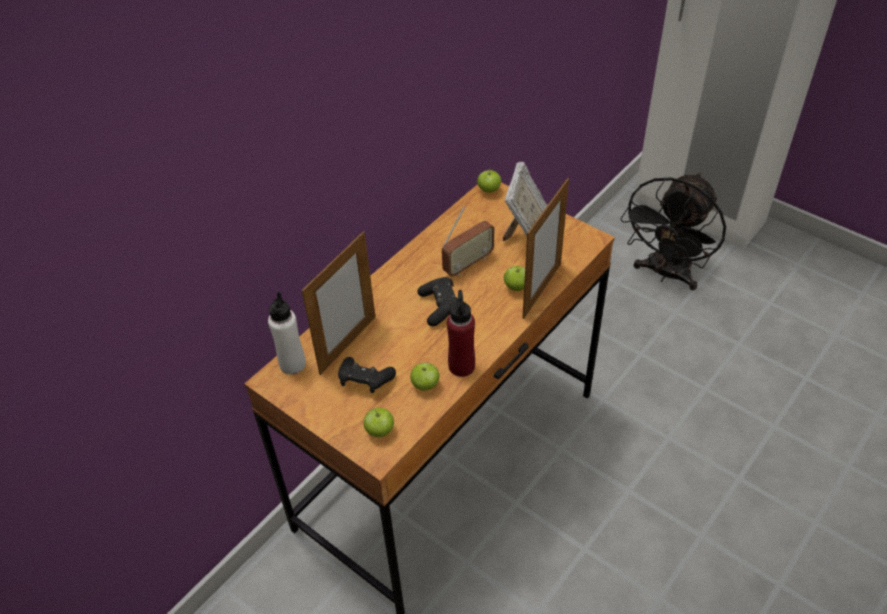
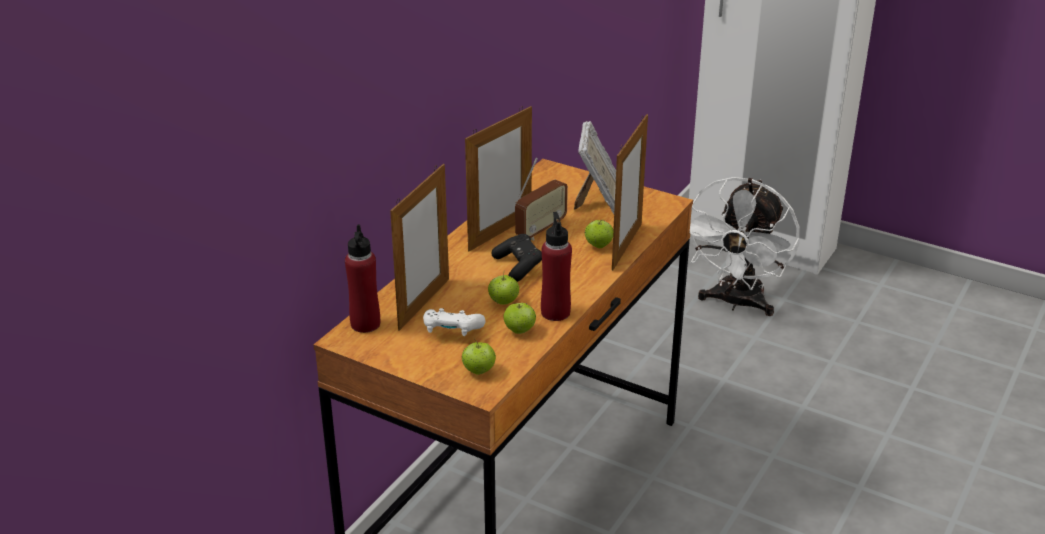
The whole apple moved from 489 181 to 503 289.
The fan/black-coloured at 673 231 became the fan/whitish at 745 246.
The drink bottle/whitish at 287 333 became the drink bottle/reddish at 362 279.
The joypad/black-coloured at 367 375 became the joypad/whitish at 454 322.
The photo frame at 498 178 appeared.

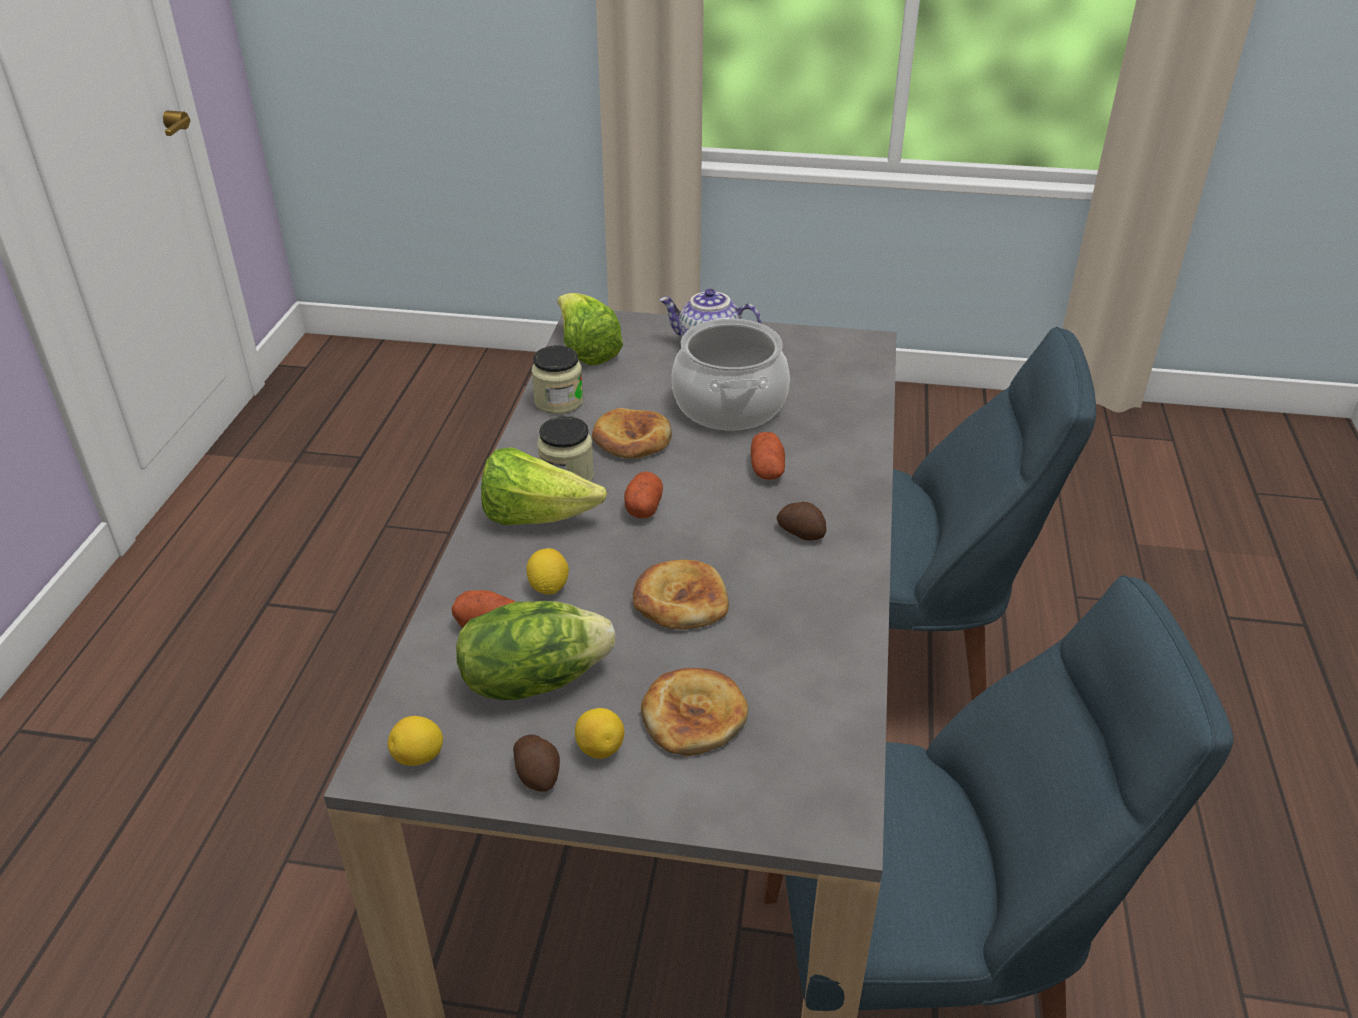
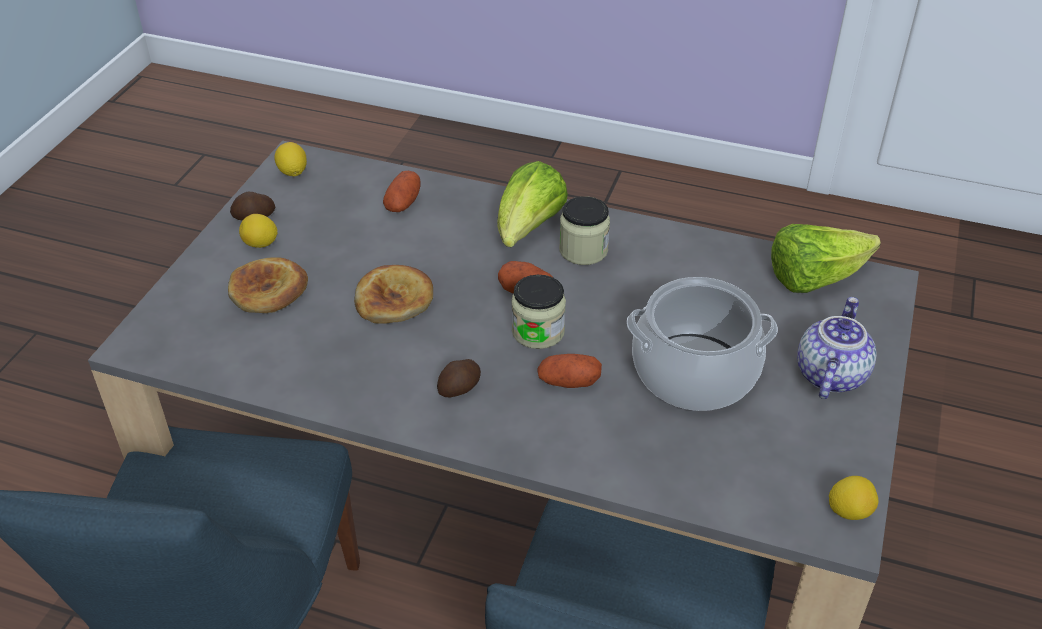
The jar moved from 557 379 to 538 312.
The bread at 632 433 disappeared.
The whole lemon moved from 547 571 to 854 498.
The lettuce at 535 650 disappeared.

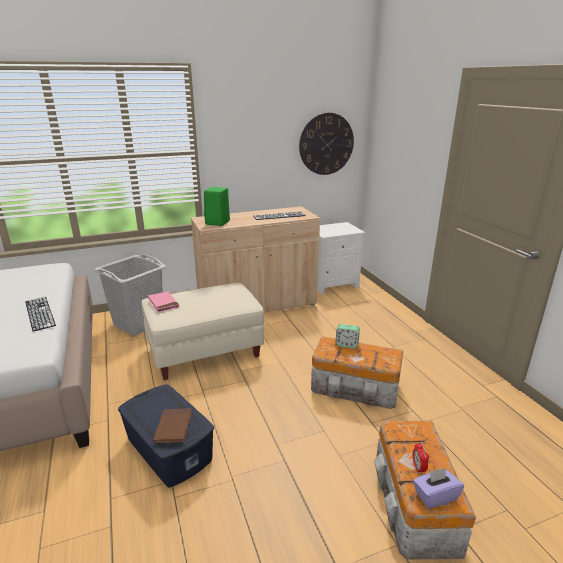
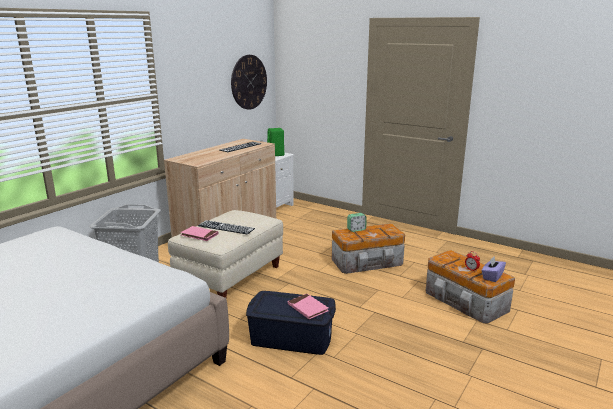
The audio speaker/greenish moved from 217 206 to 275 142.
The computer keyboard moved from 40 314 to 226 227.
The bound book/brown at 172 425 became the bound book/pink-coloured at 308 306.

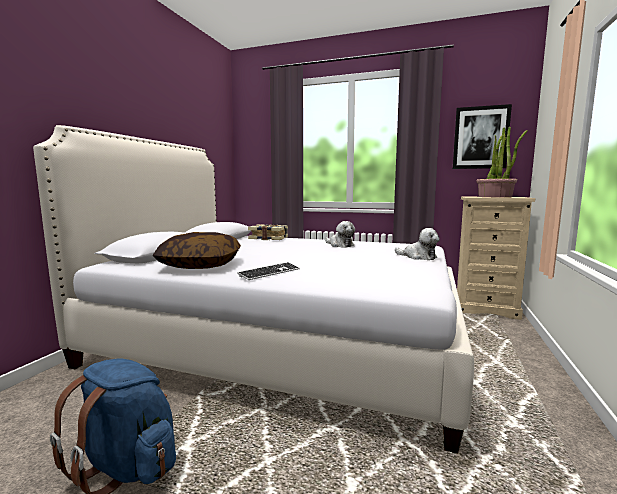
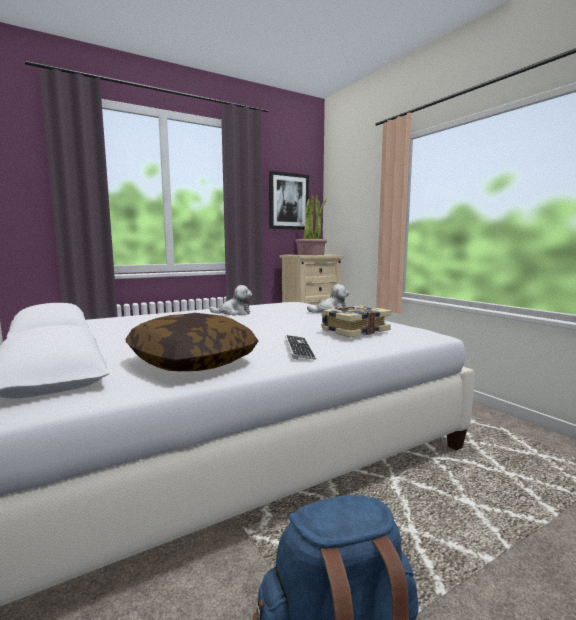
The bound book moved from 268 232 to 356 321.

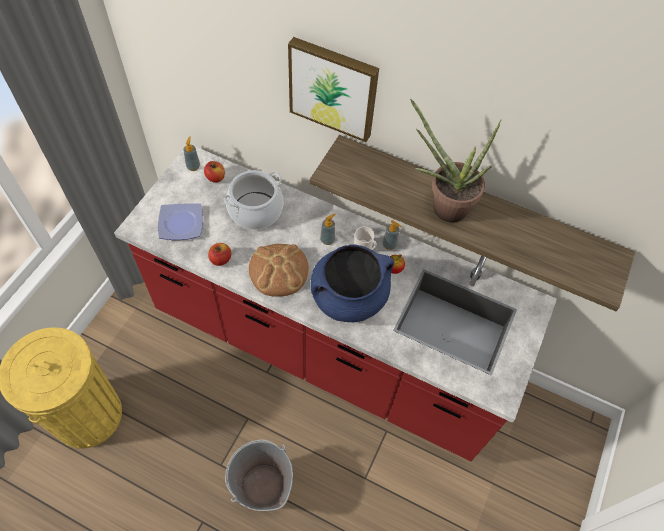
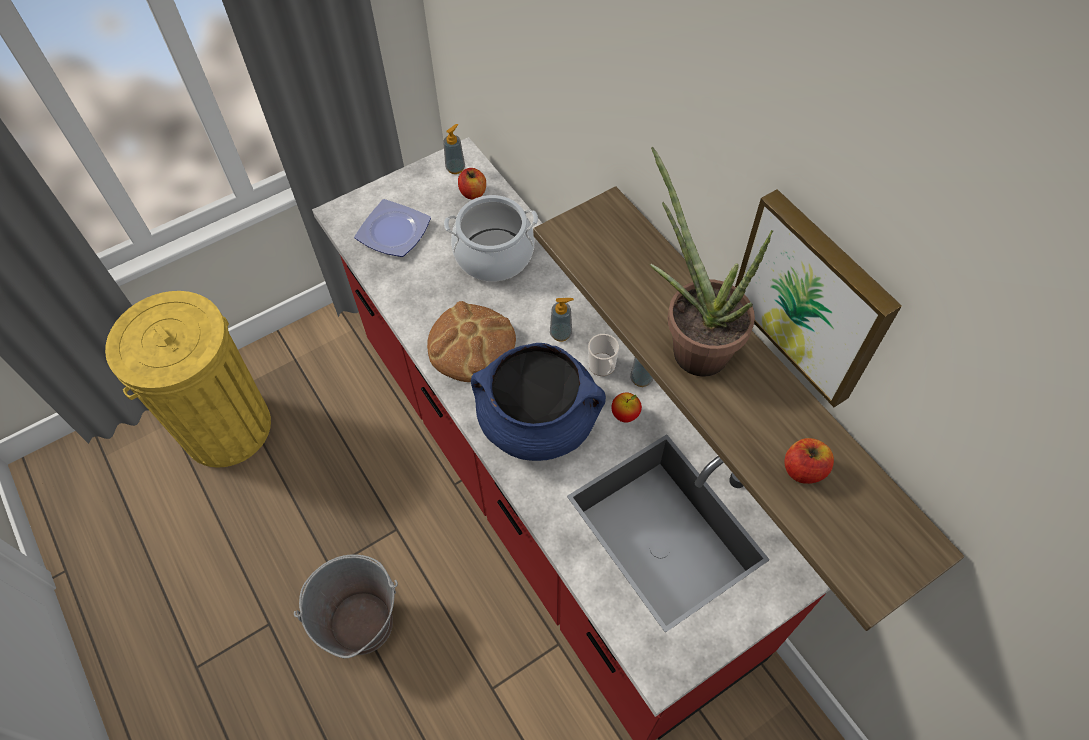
The picture moved from 333 89 to 818 298.
The whole apple moved from 219 254 to 809 461.

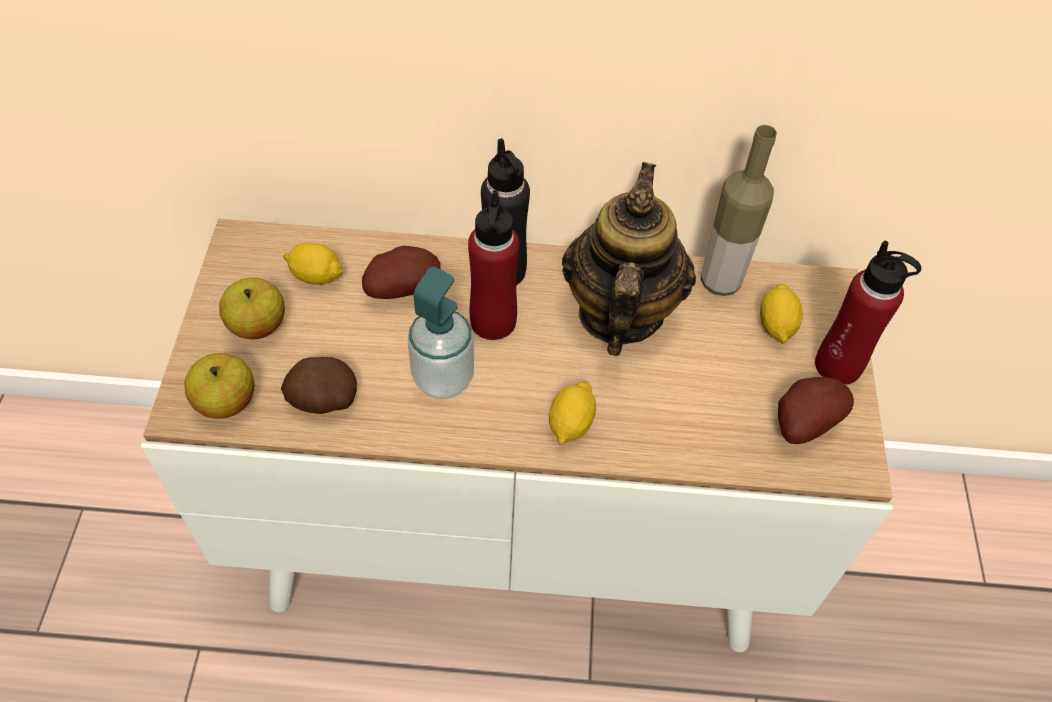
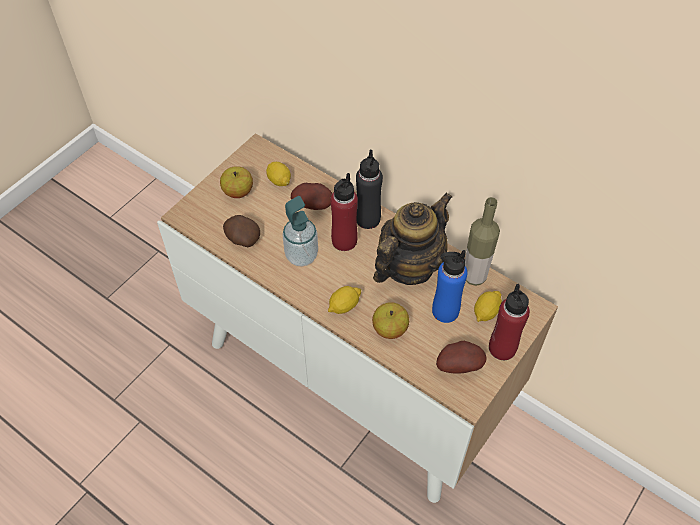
The whole apple moved from 219 386 to 390 320.
The drink bottle/blue-coloured at 449 286 appeared.

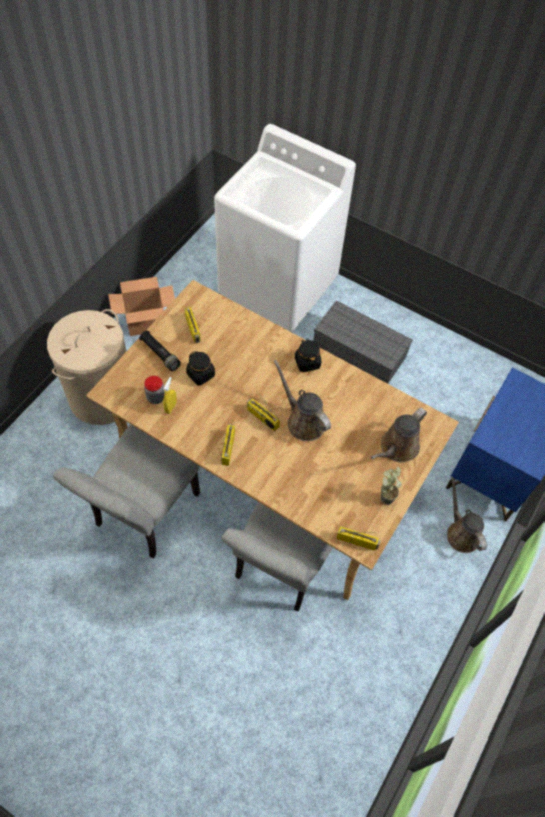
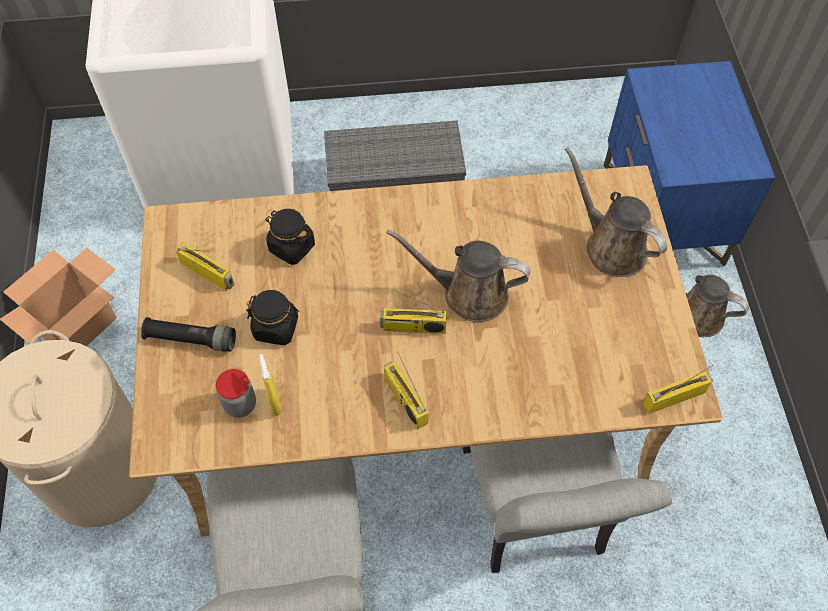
The jar/black-coloured moved from 308 355 to 290 237.
The watering can/brown at 399 435 turned 135 degrees clockwise.
The potted plant at 391 486 disappeared.

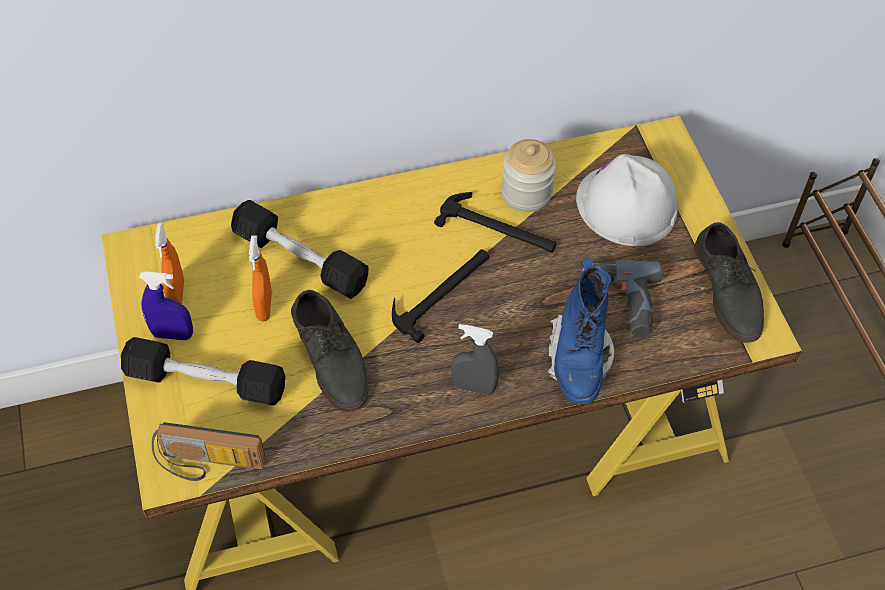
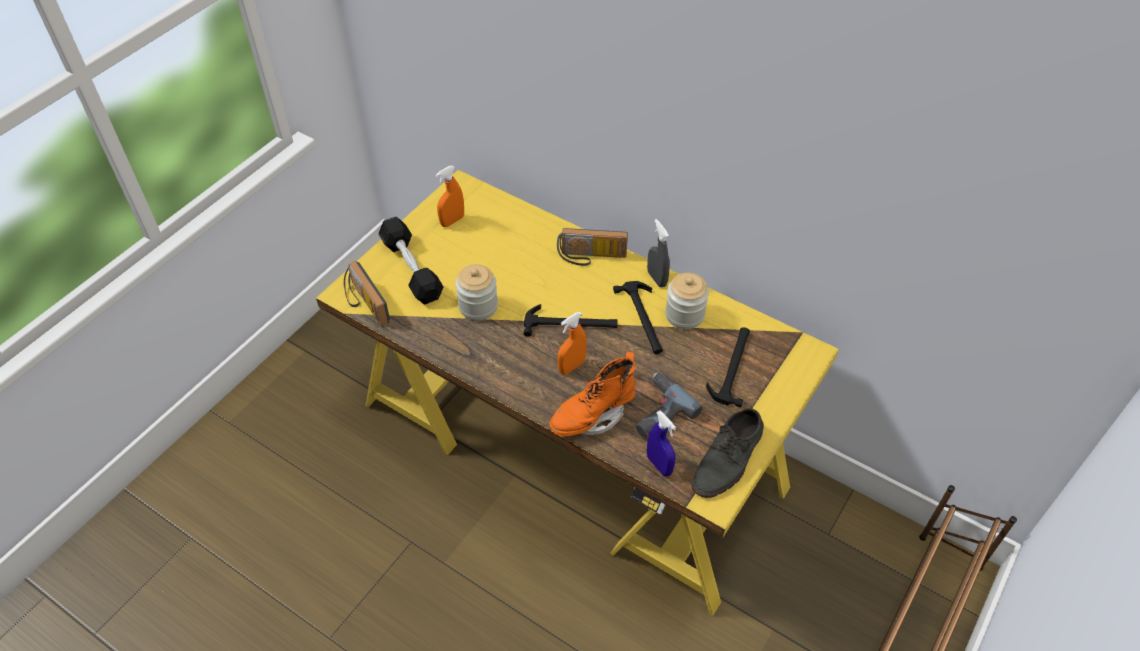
The work helmet/whitish at 627 200 was replaced by the hand hammer at 728 367.
The free weight/black-coloured at 300 249 disappeared.
The hand sprayer/orangey moved from 260 278 to 572 343.
The high-top boot/blue-coloured at 581 331 became the high-top boot/orangey at 592 394.
The hand sprayer/blue-coloured moved from 166 306 to 661 443.
The item of footwear/grey at 329 351 was replaced by the jar at 476 292.
The hand sprayer/grey moved from 475 359 to 658 253.
The radio set at 592 247 appeared.

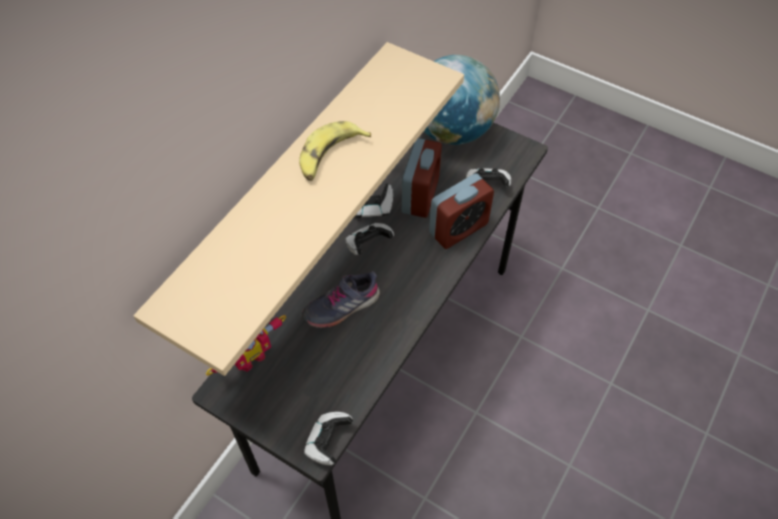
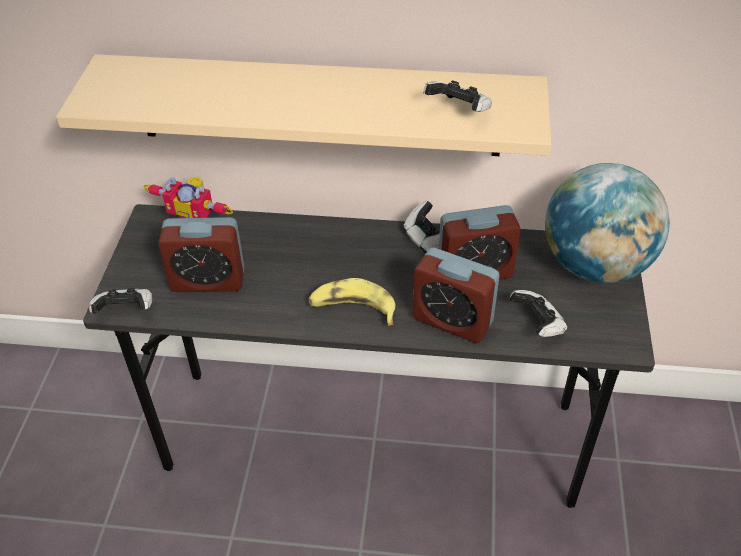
The banana fruit moved from 335 151 to 352 301.
The joypad moved from 369 239 to 457 96.
The item of footwear/grey at 341 299 disappeared.
The table clock at 201 254 appeared.

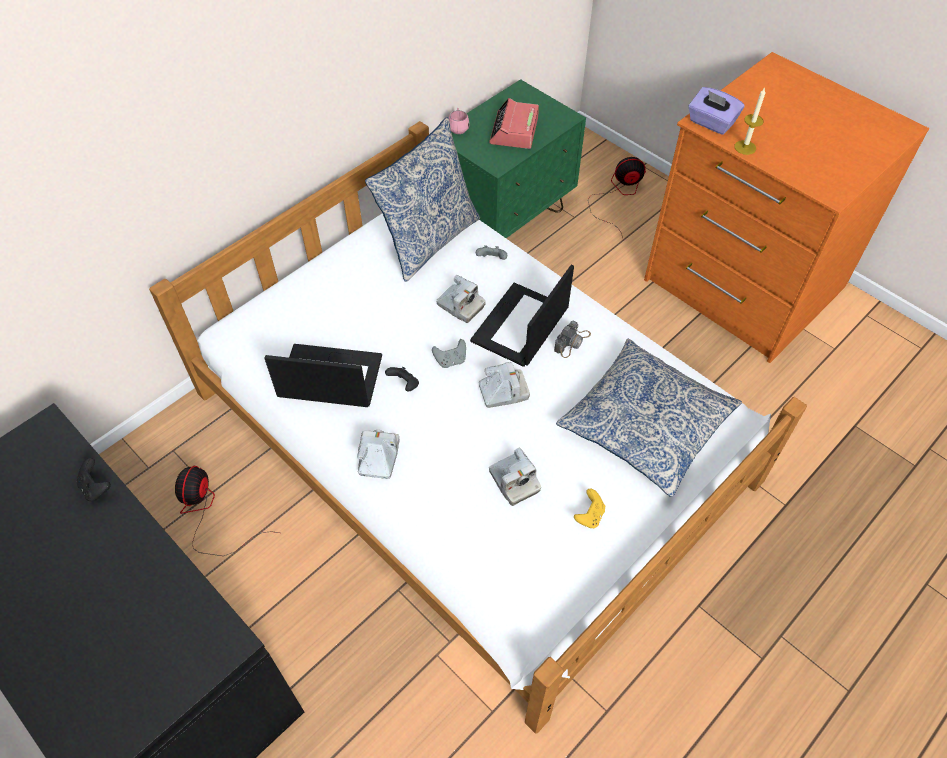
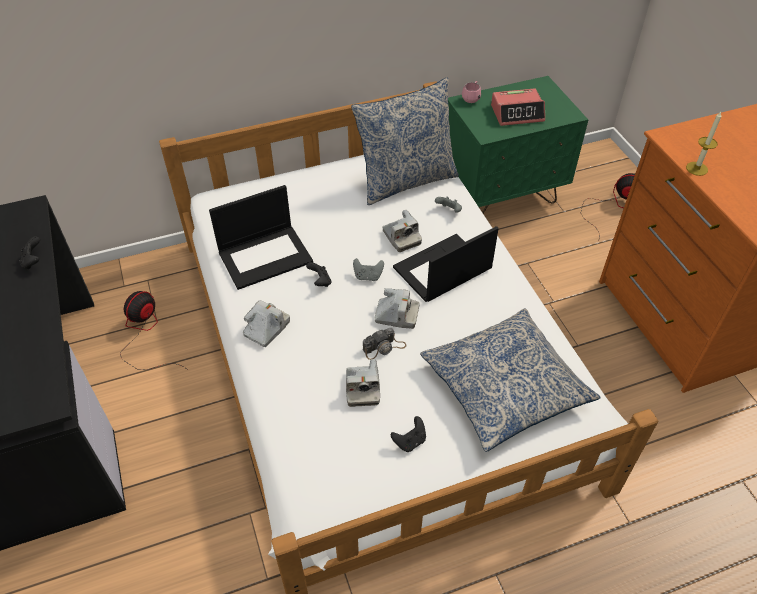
The box of tissues/purple at 717 111 disappeared.
The table clock at 514 123 turned 135 degrees counterclockwise.
The still camera moved from 572 339 to 385 344.
The laptop at 323 375 turned 120 degrees clockwise.
The joypad/yellow at 589 508 became the joypad/black-coloured at 408 434.

